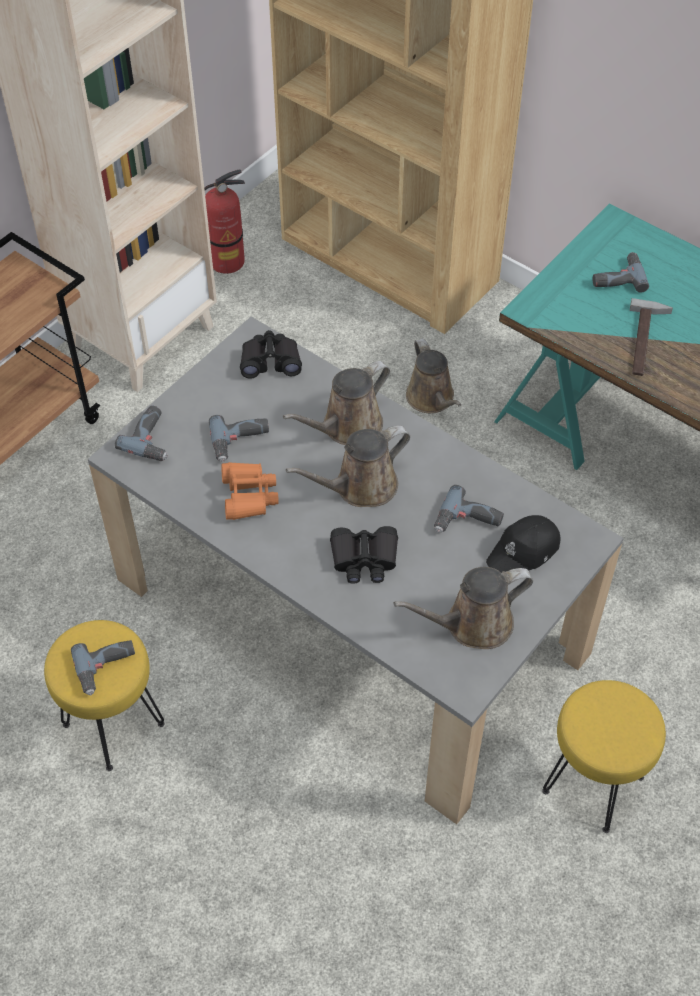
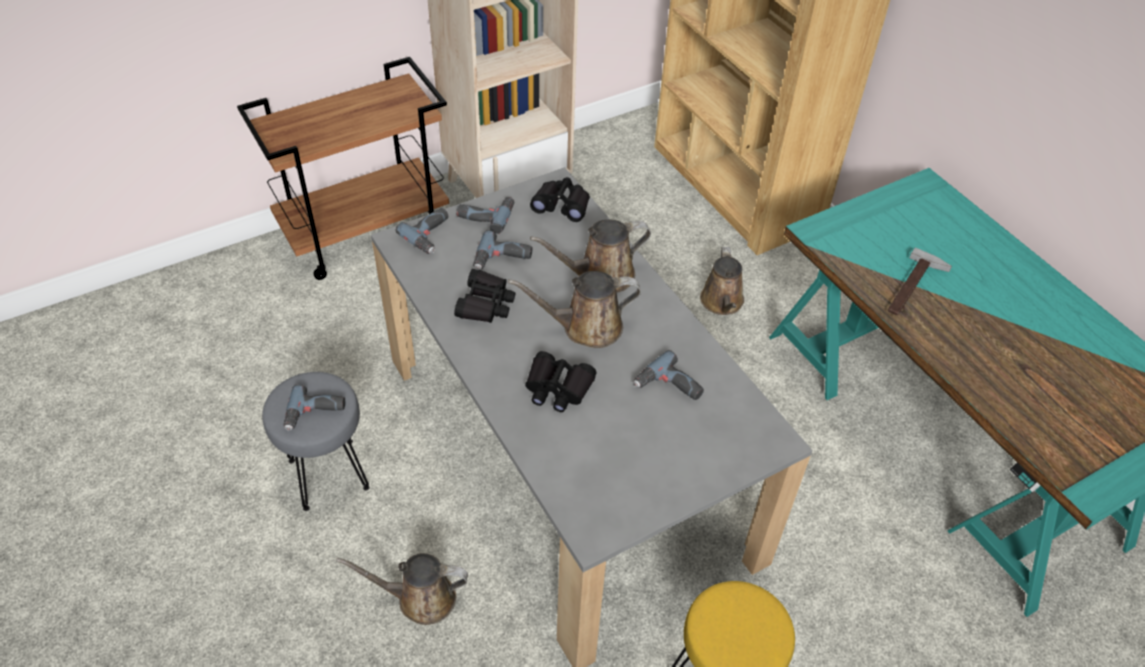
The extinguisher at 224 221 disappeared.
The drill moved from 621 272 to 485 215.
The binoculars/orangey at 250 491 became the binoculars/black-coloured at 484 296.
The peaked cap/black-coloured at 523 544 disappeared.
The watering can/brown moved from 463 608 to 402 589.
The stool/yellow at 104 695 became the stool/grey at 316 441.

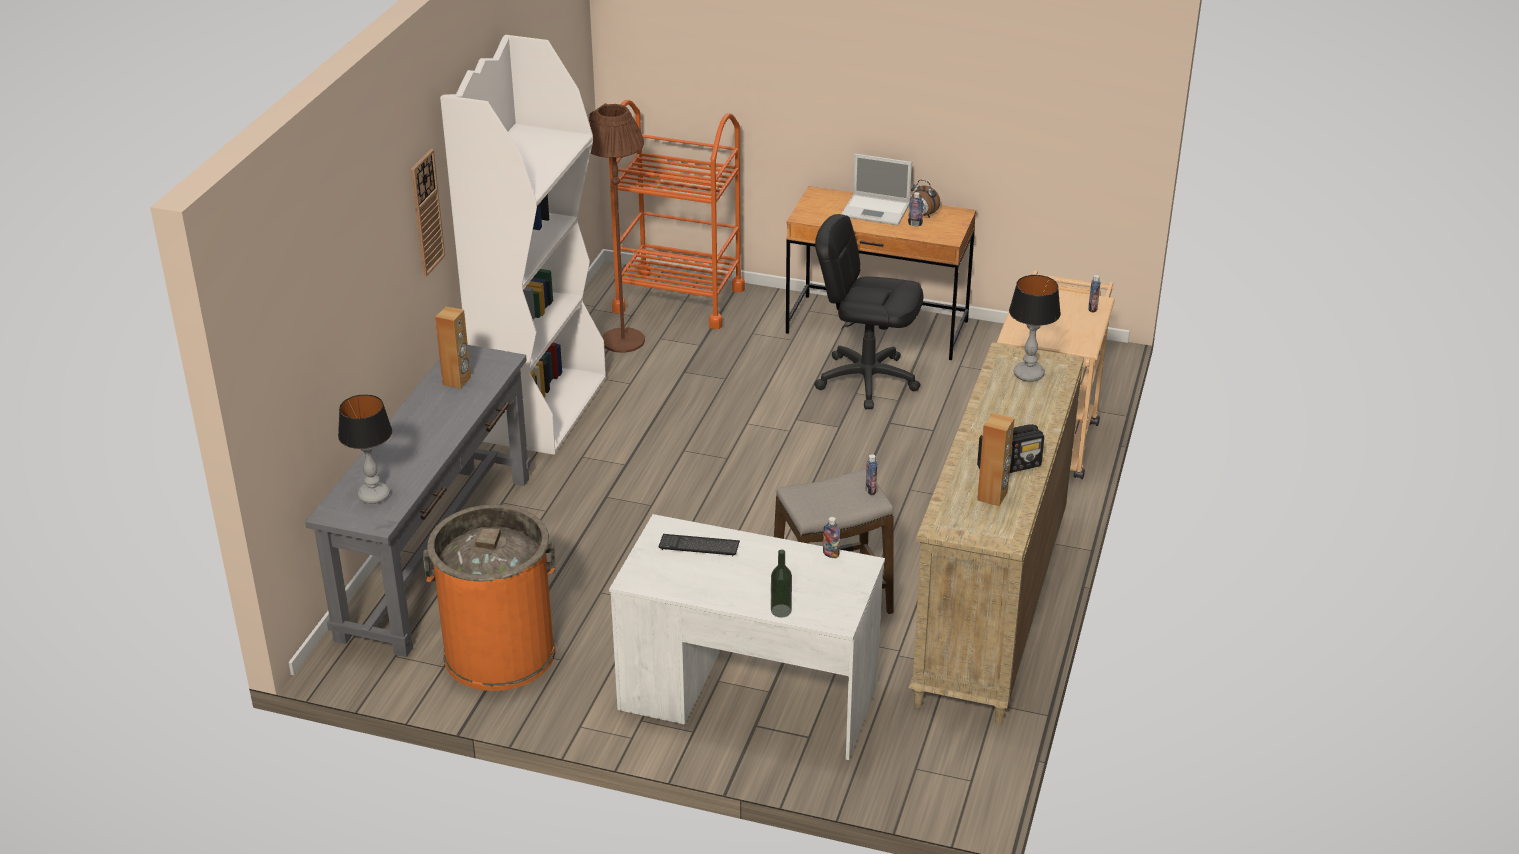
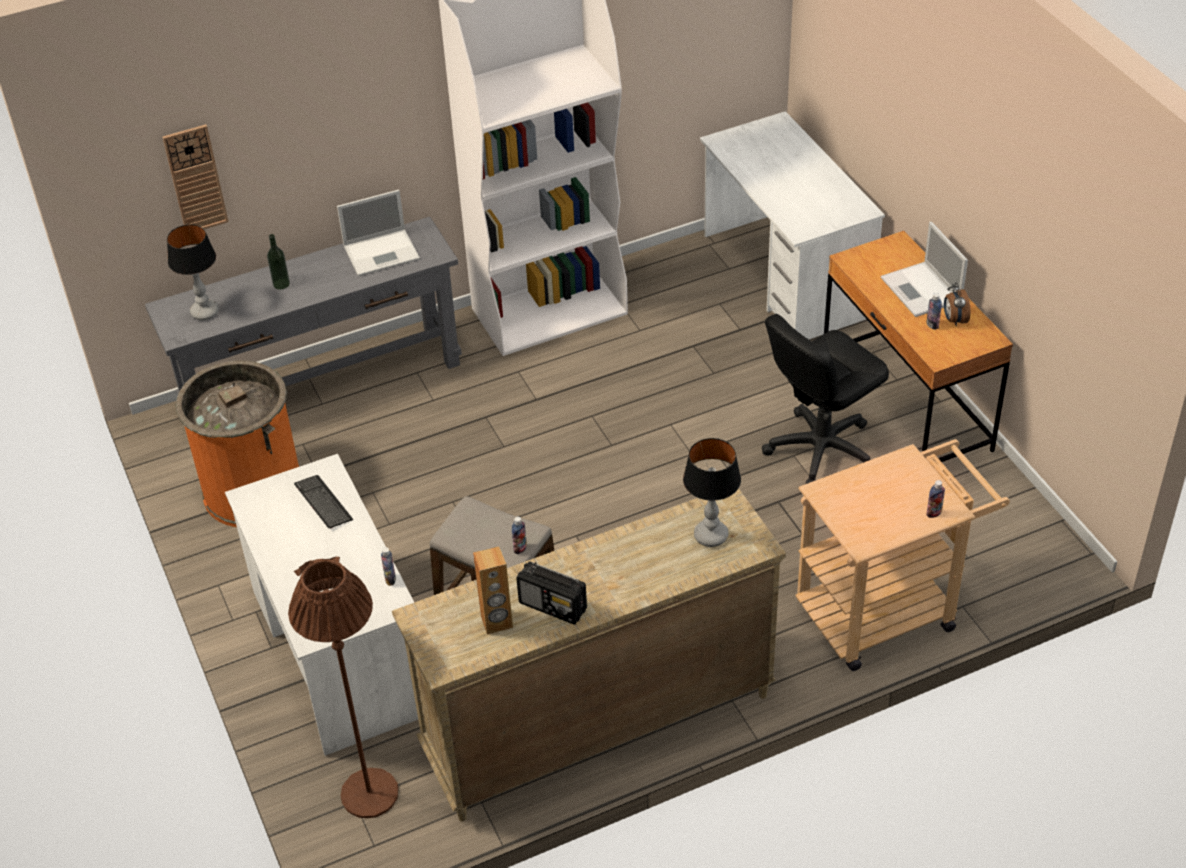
The trolley/orangey at 677 214 was replaced by the desk/whitish at 792 225.
The floor lamp/brown moved from 617 228 to 343 687.
The clock on the wall moved from 428 213 to 195 176.
The desk chair/black-coloured at 868 311 turned 105 degrees counterclockwise.
The audio speaker/brown at 453 347 was replaced by the laptop at 378 233.
The drink bottle moved from 781 584 to 278 262.

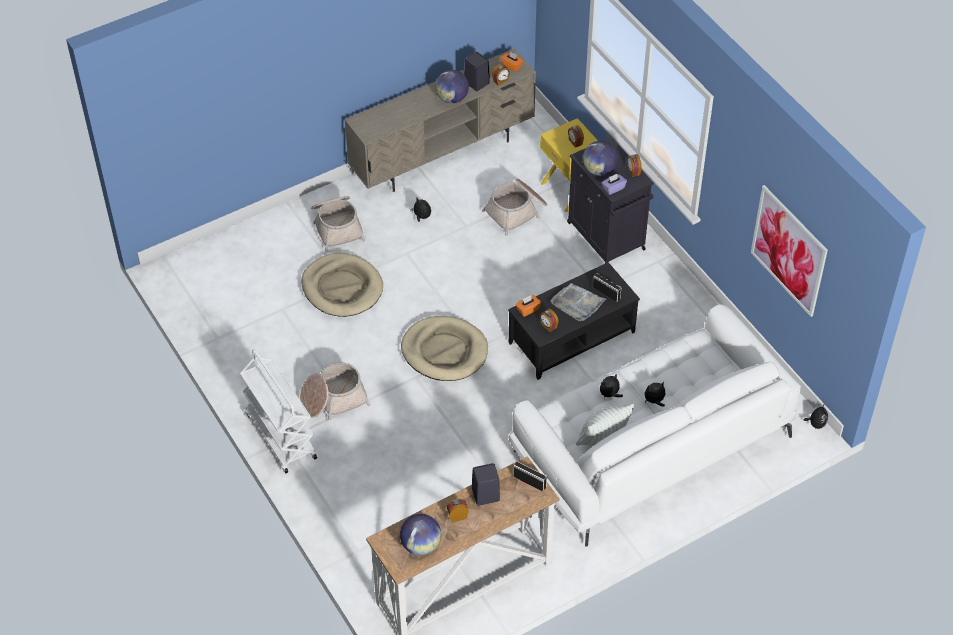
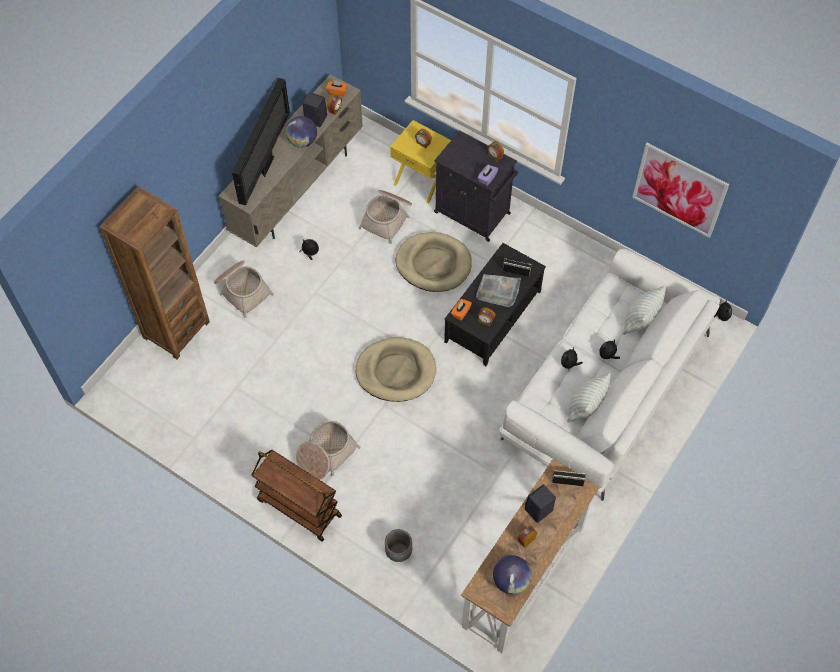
The world globe at 600 158 disappeared.
The pet bed/beige-coloured moved from 342 285 to 433 262.
The trolley/whitish at 278 411 became the trolley/brown at 296 496.
The TV set at 261 142 appeared.
The bookcase/brown at 155 272 appeared.
The pillow at 644 310 appeared.
The flower pot/grey at 398 545 appeared.

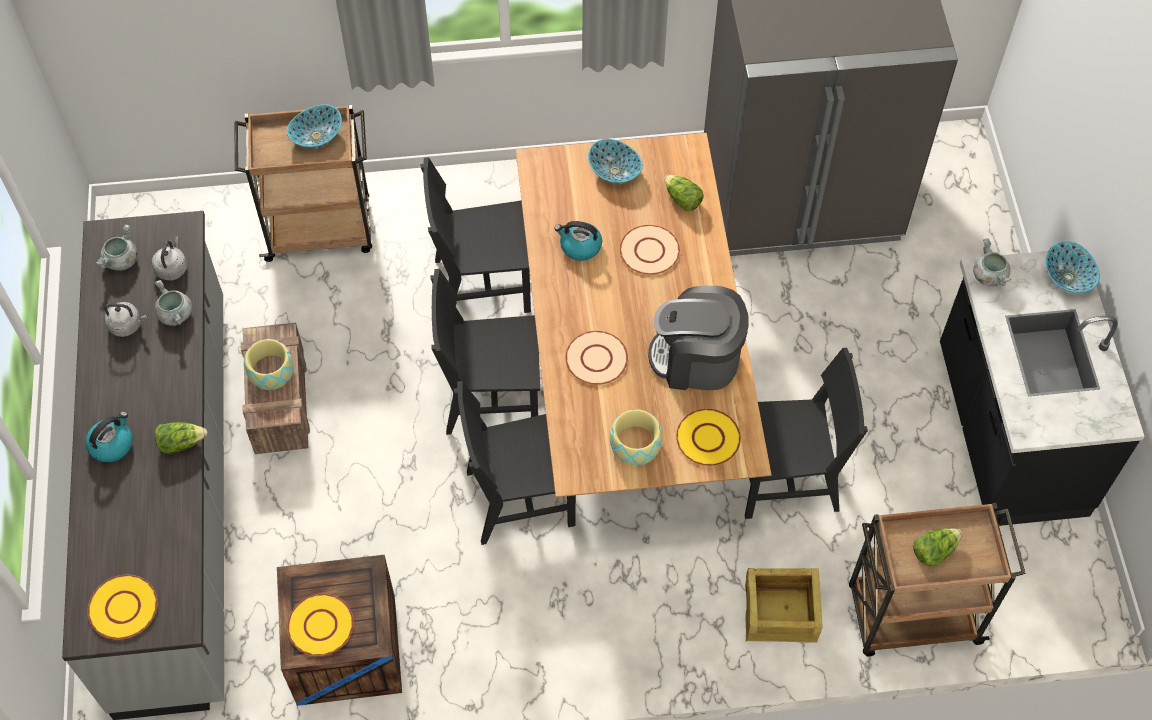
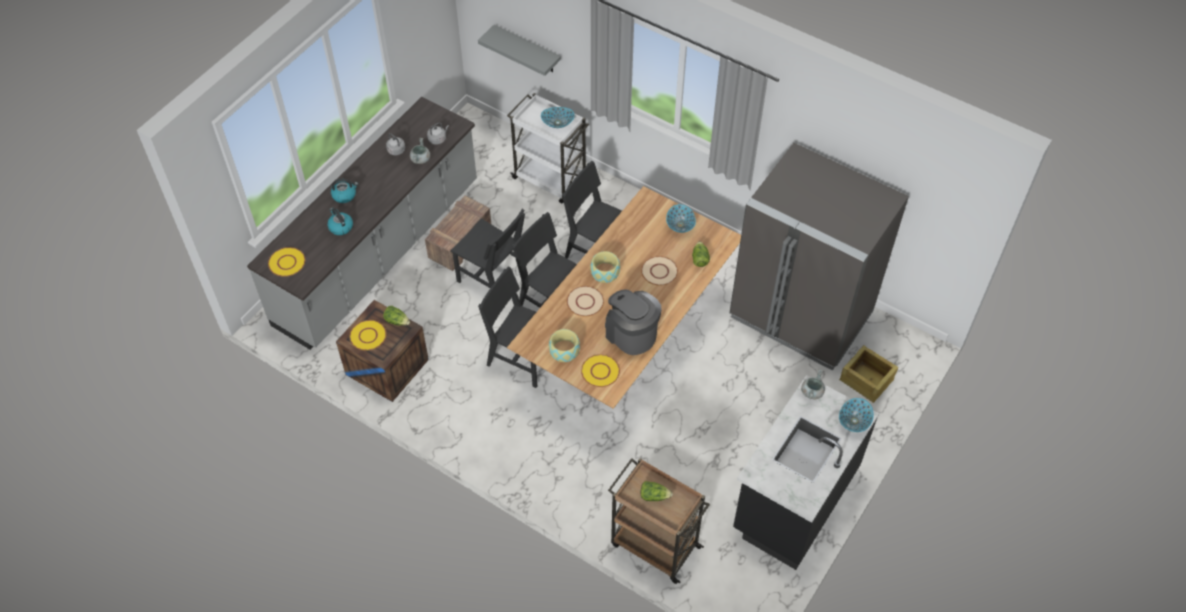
The trolley/brown at 303 183 became the trolley/whitish at 548 148.
The tea kettle moved from 578 241 to 340 221.
The cooking pot/grey at 117 247 disappeared.
The serving bowl moved from 269 364 to 605 267.
The chair/black-coloured moved from 806 433 to 489 248.
The lettuce moved from 181 438 to 396 315.
The packing crate moved from 783 605 to 868 374.
The shelf/grey at 519 50 appeared.

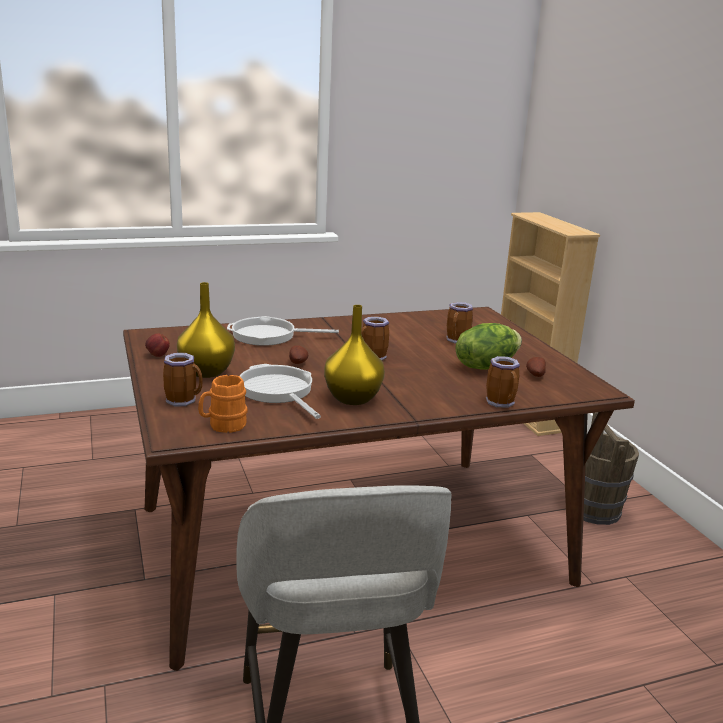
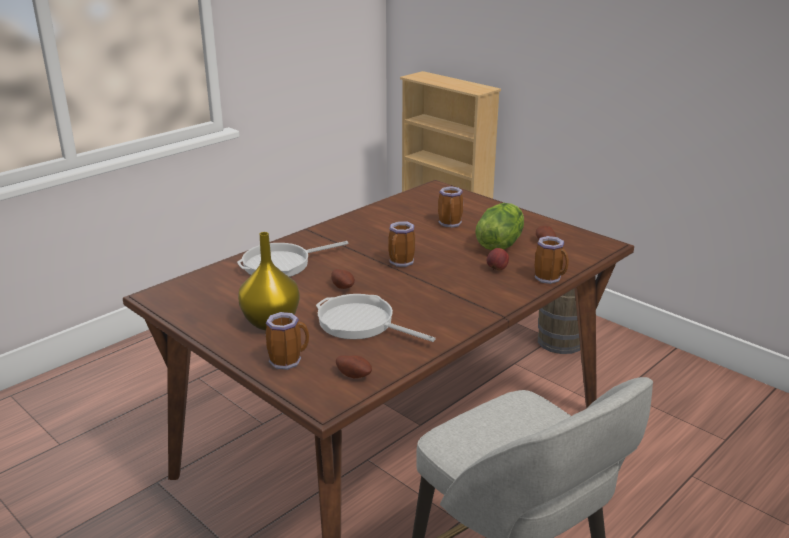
The decorative vase/yellow at 354 355 disappeared.
The whole apple moved from 157 345 to 498 259.
The tea mug/orangey at 223 404 was replaced by the spud at 354 366.

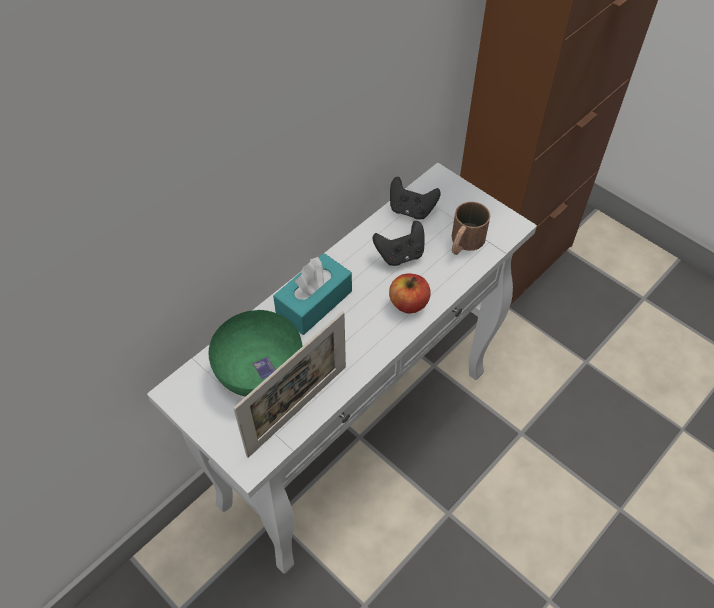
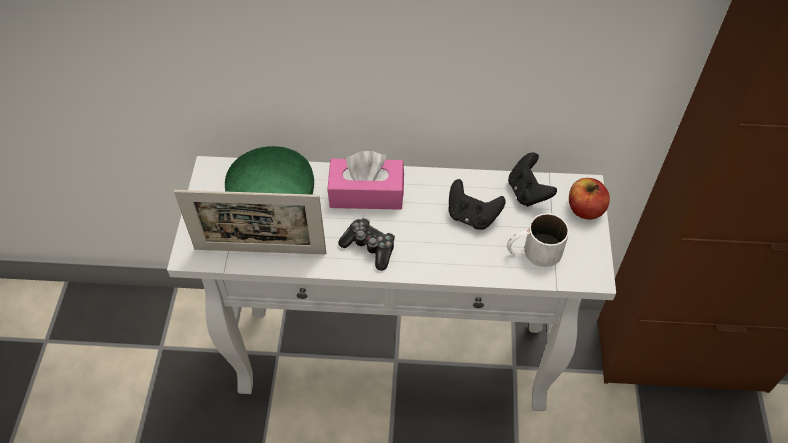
The tea mug/brown at 471 228 became the tea mug/whitish at 538 240.
The box of tissues/turquoise at 312 294 became the box of tissues/pink-coloured at 366 180.
The whole apple moved from 410 293 to 589 199.
The joypad at 366 244 appeared.

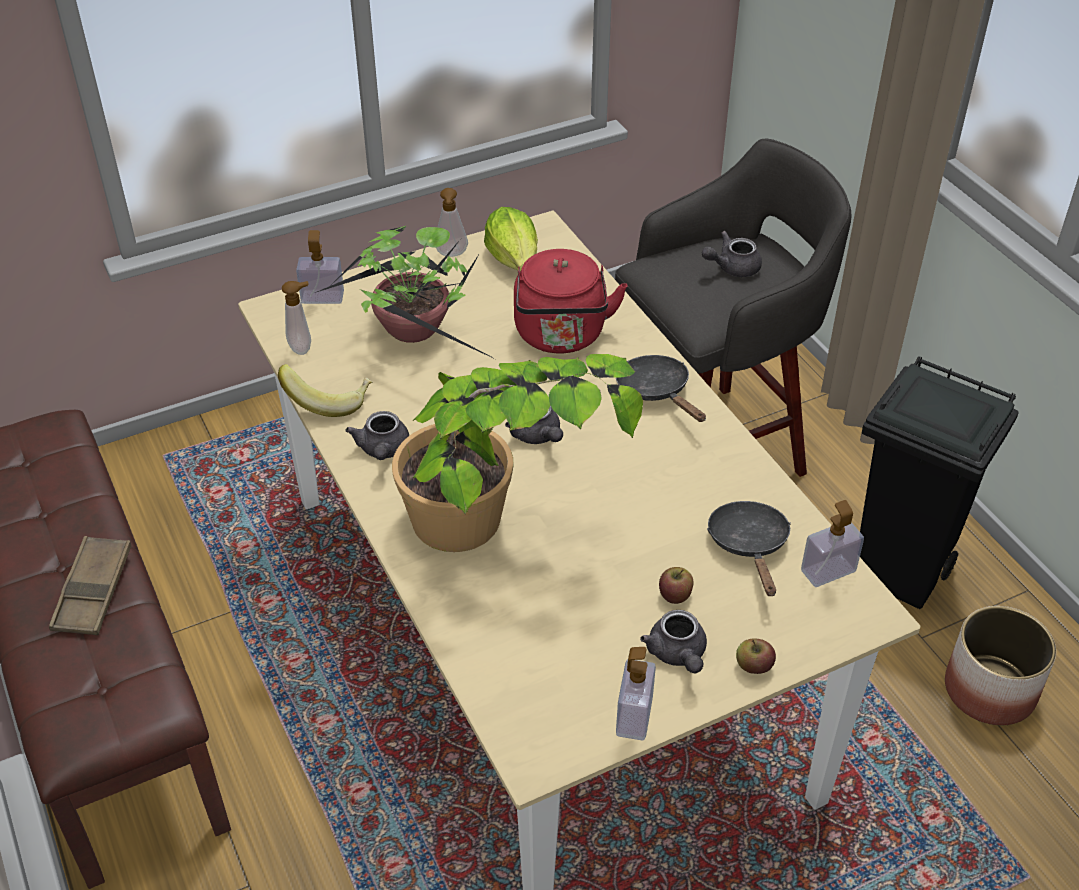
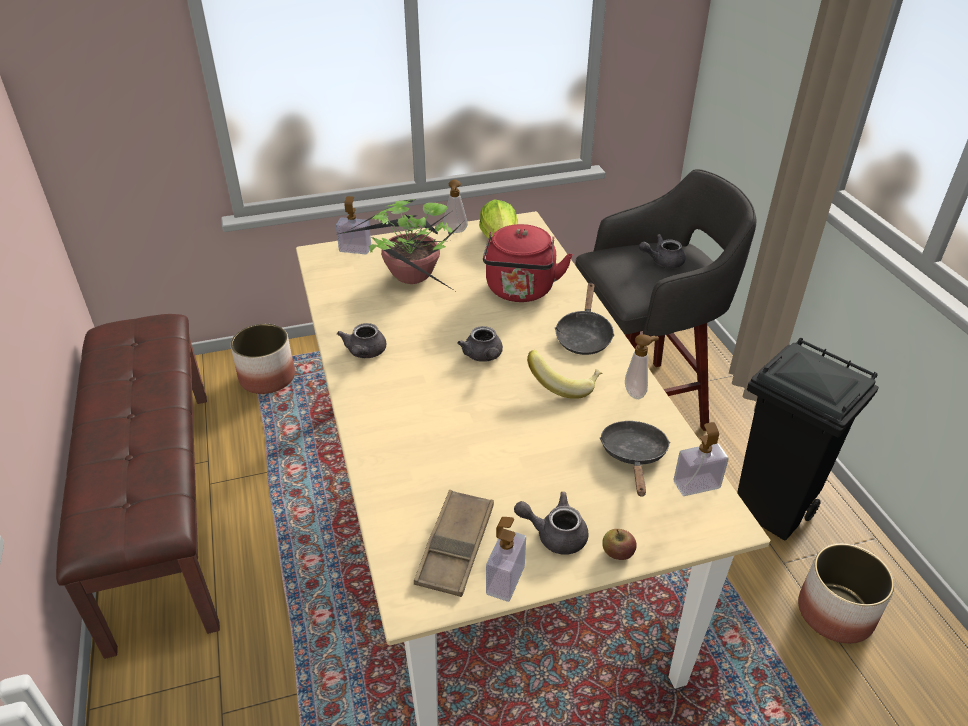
The liquid soap bottle moved from 296 318 to 642 366.
The potted plant at 517 453 disappeared.
The frying pan/black-coloured at 661 388 turned 150 degrees counterclockwise.
The banana fruit moved from 325 390 to 564 374.
The serving tray/brown moved from 90 585 to 454 543.
The whole apple at 676 585 disappeared.
The pot for tea/grey at 673 641 turned 105 degrees clockwise.
The flower pot at 262 359 appeared.

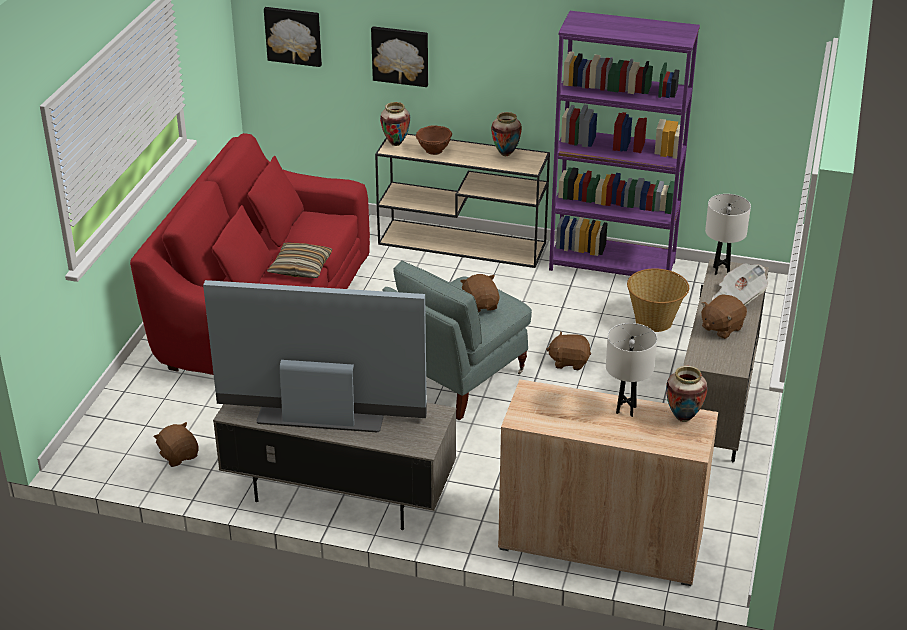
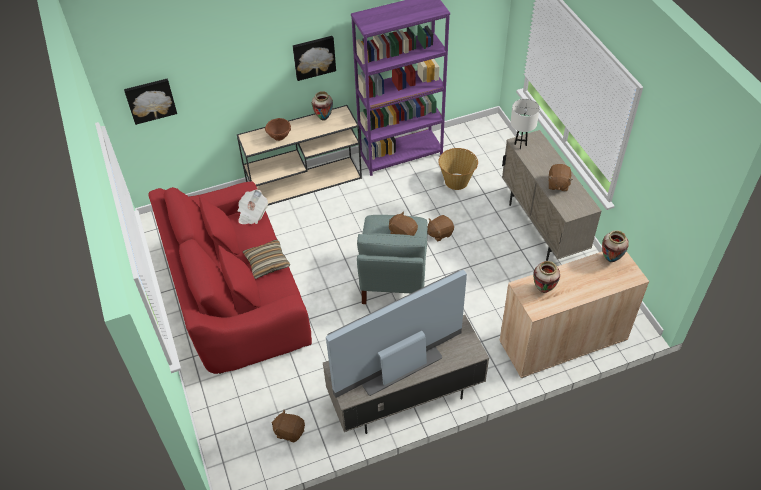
The picture moved from 399 56 to 314 58.
The decorative vase moved from 395 124 to 546 277.
The newspaper moved from 740 284 to 253 206.
The tabletop lamp/whitish at 631 370 disappeared.

